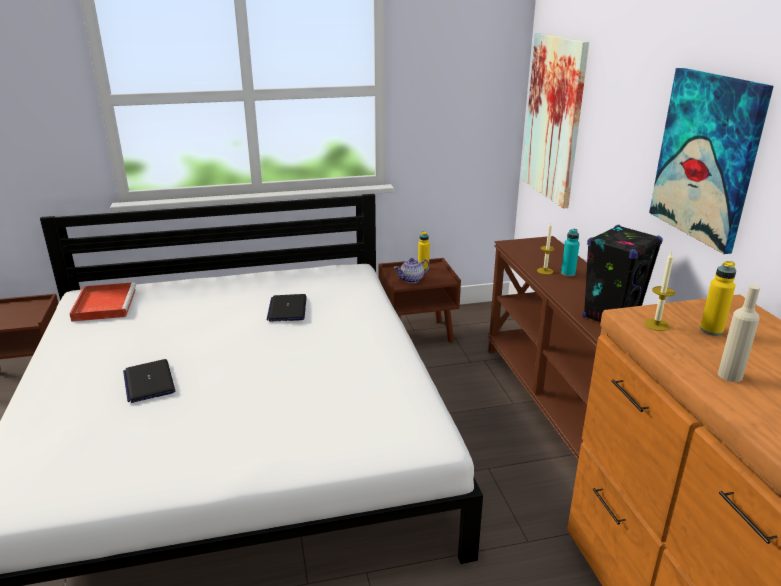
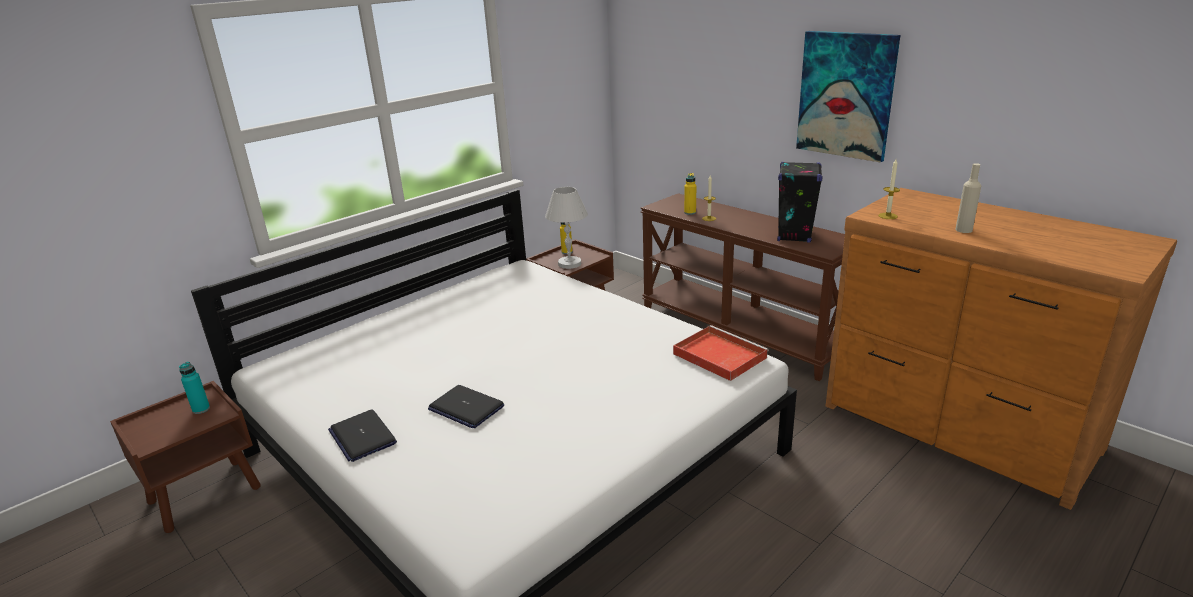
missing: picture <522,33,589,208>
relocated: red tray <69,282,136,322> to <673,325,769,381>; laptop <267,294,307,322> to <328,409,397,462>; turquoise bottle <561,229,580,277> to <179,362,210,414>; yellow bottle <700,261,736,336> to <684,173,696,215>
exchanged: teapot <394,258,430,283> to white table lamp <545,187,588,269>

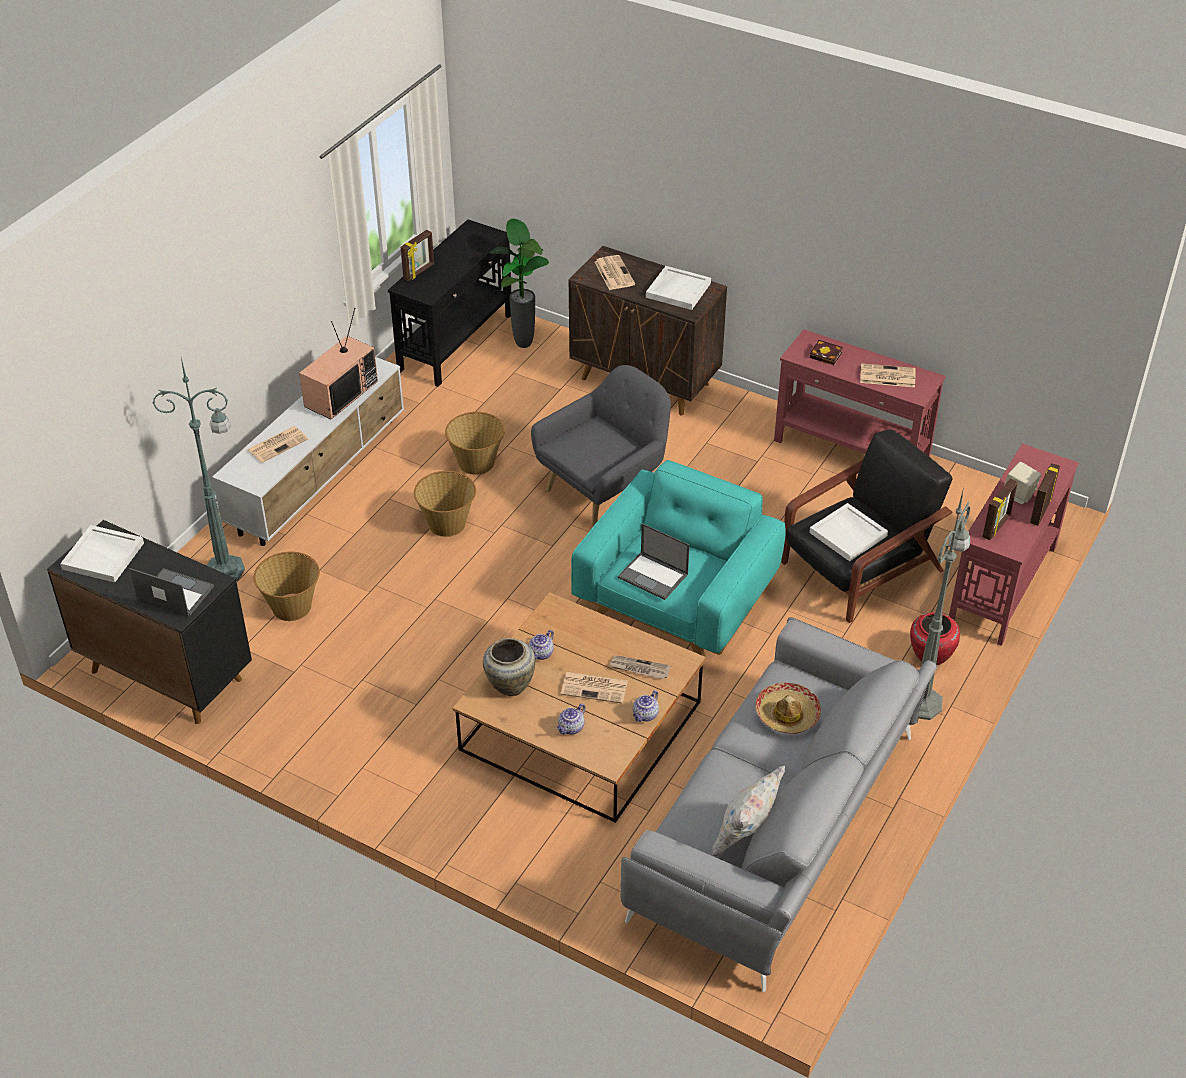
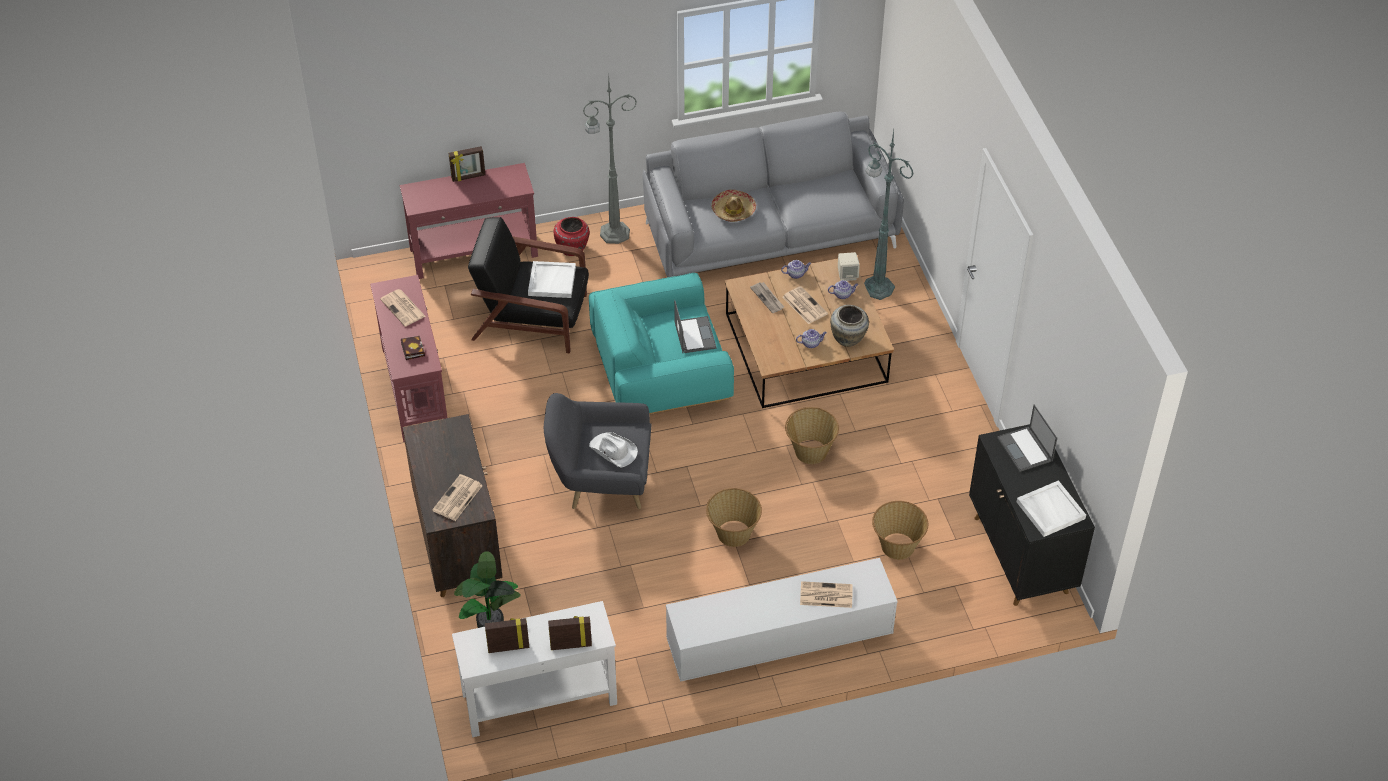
missing: television <299,308,378,419>; white tray <646,266,711,310>; white pillow <712,766,785,856>
appeared: white hat <589,432,638,468>
relocated: green floor lamp <153,358,245,581> to <864,130,914,300>; basket <445,412,505,475> to <785,407,839,464>; picture frame <982,479,1018,540> to <485,618,530,653>; beige speaker <1004,462,1041,504> to <838,252,860,281>
colour: black console table <388,219,511,387> to white console table <452,601,617,737>

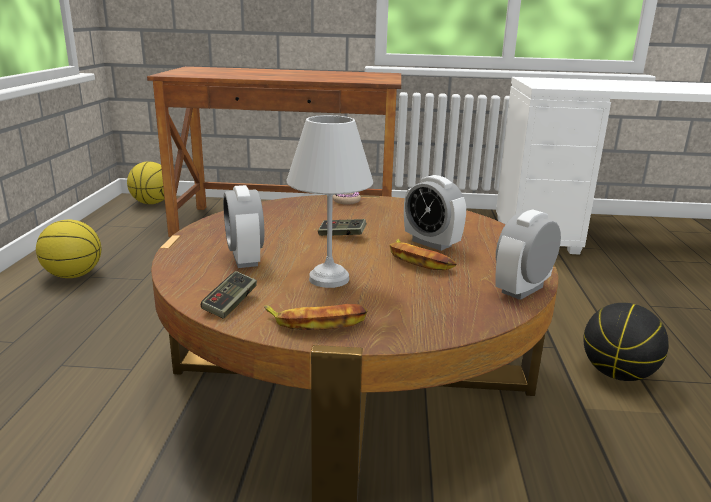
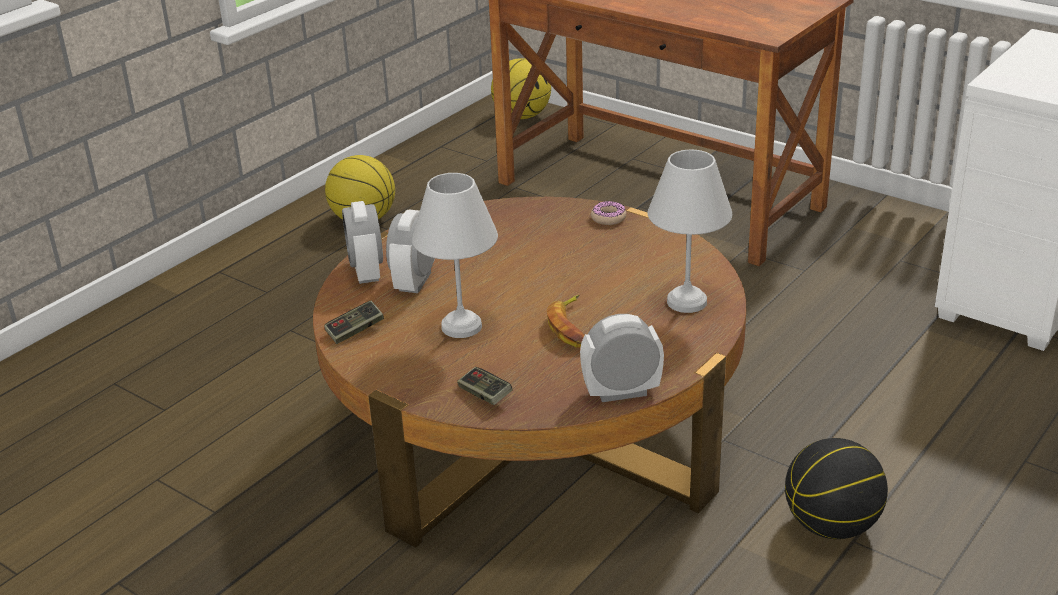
missing: banana <264,304,368,330>
appeared: white table lamp <648,150,732,313>
relocated: game controller <318,219,367,236> to <457,367,513,405>; alarm clock <404,175,466,251> to <342,201,383,284>

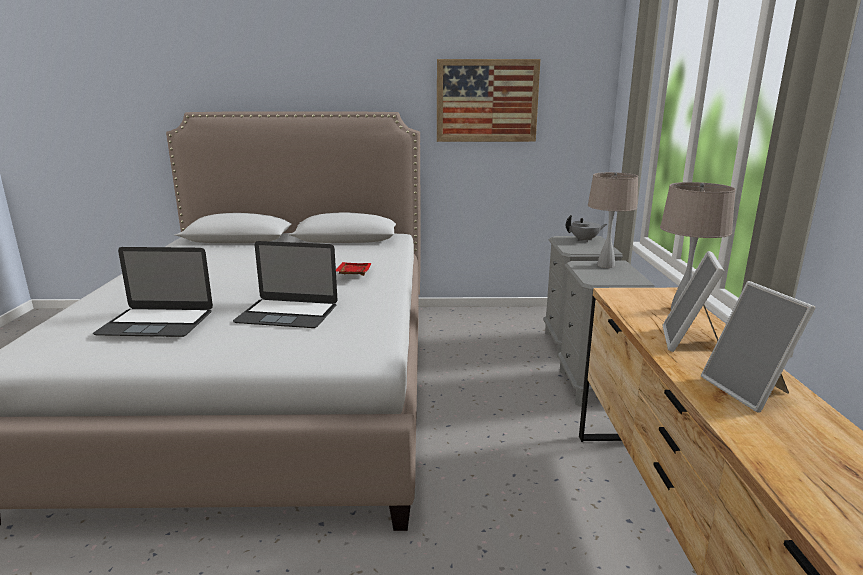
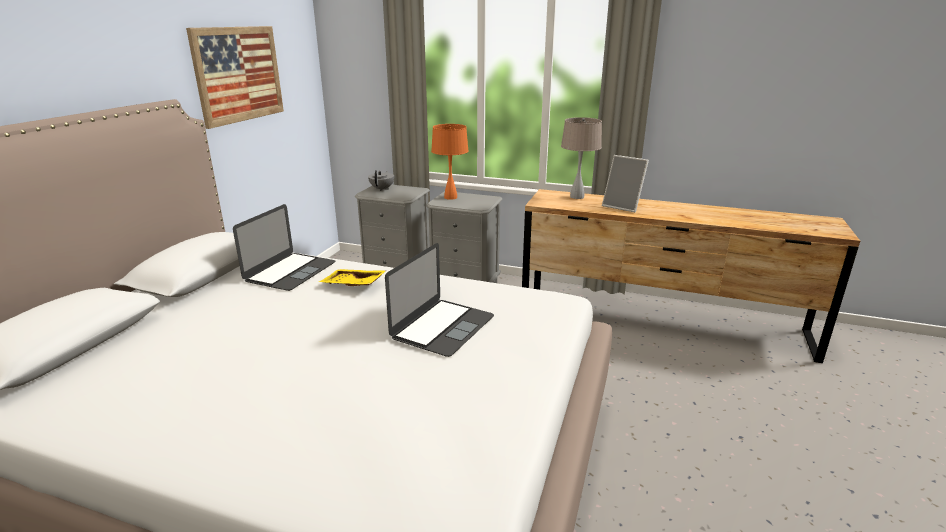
missing: picture frame <701,281,816,413>
relocated: laptop <93,247,213,337> to <233,204,335,291>
colour: red tray <336,262,372,276> to yellow tray <319,269,386,286>; beige table lamp <588,172,638,268> to orange table lamp <431,124,469,200>

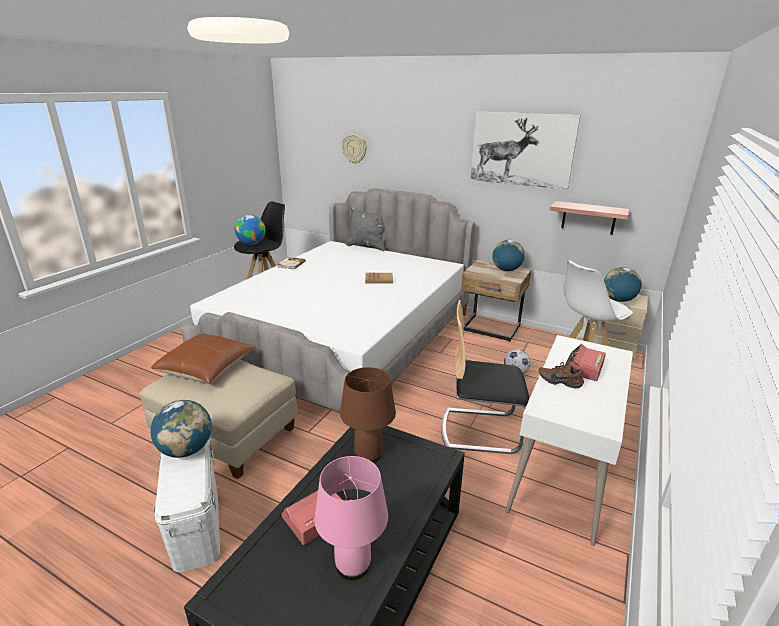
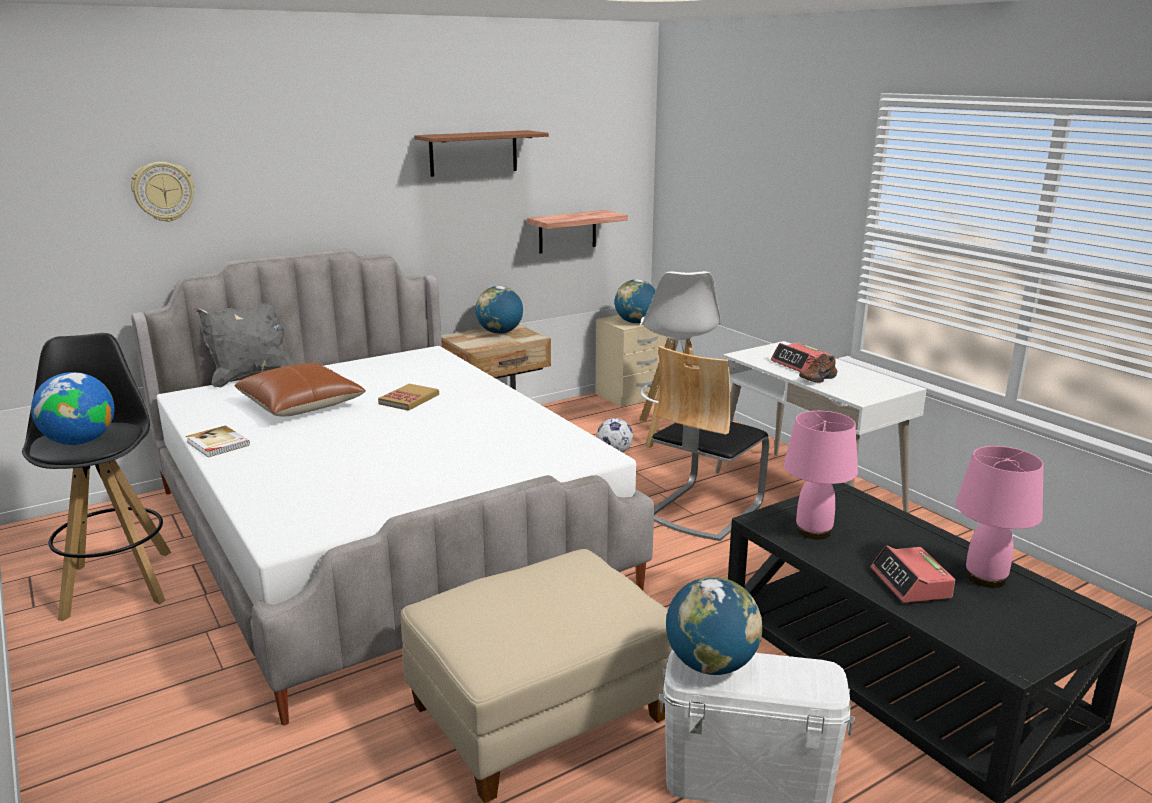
relocated: brown pillow <151,333,256,384> to <234,363,366,416>
exchanged: picture <470,111,581,190> to brown shelf <414,130,549,177>
colour: brown table lamp <340,367,396,463> to pink table lamp <784,411,858,539>

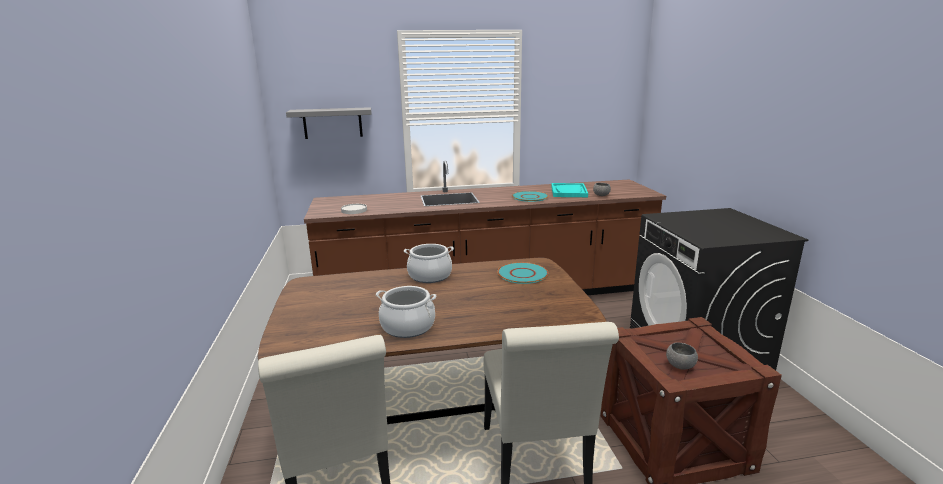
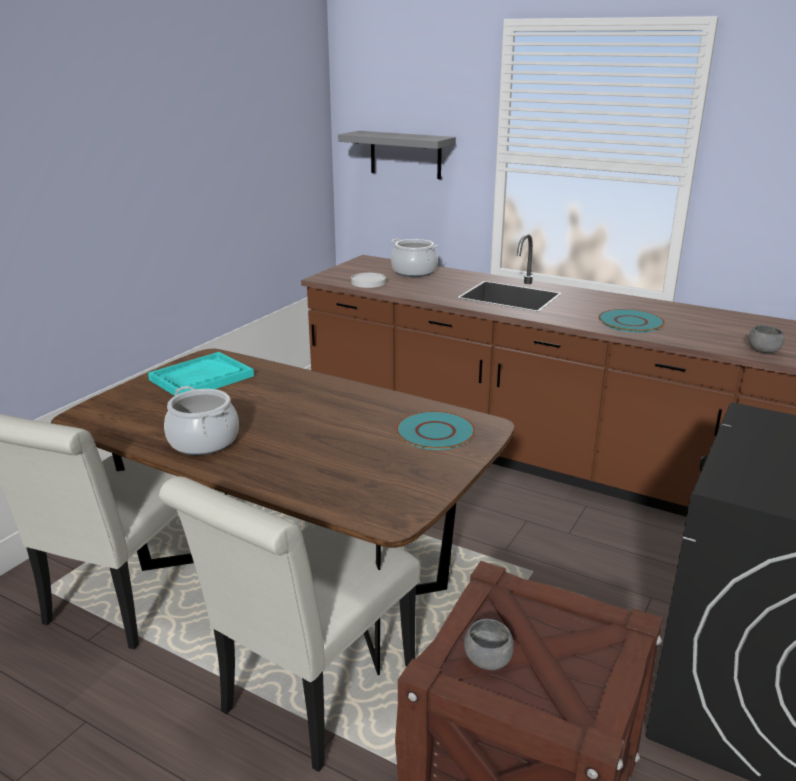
relocated: cooking pot <404,244,454,283> to <391,239,438,277>; turquoise tray <551,183,588,197> to <148,352,254,396>

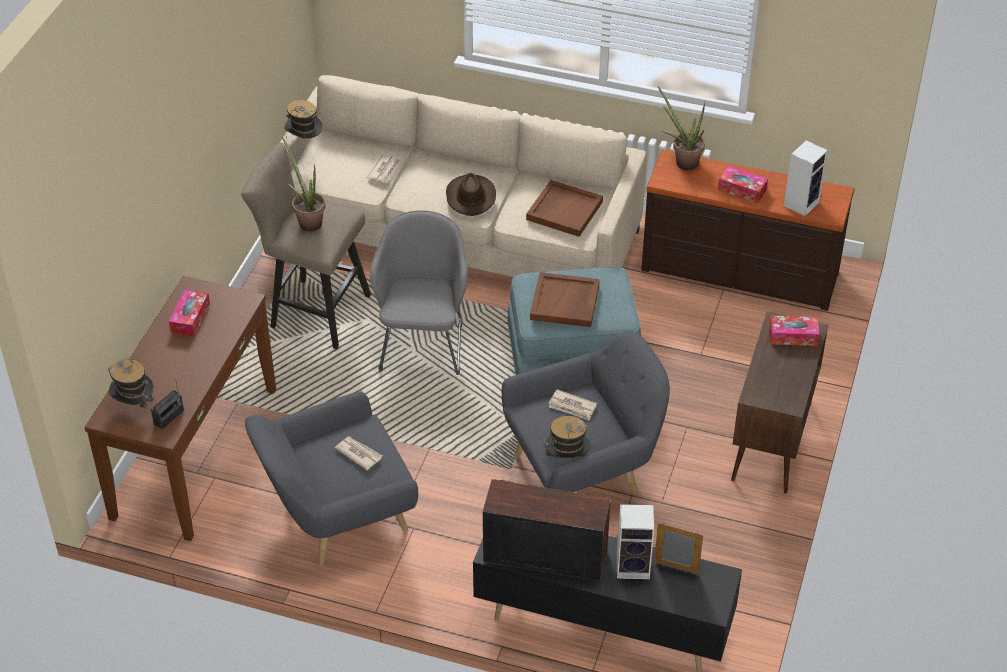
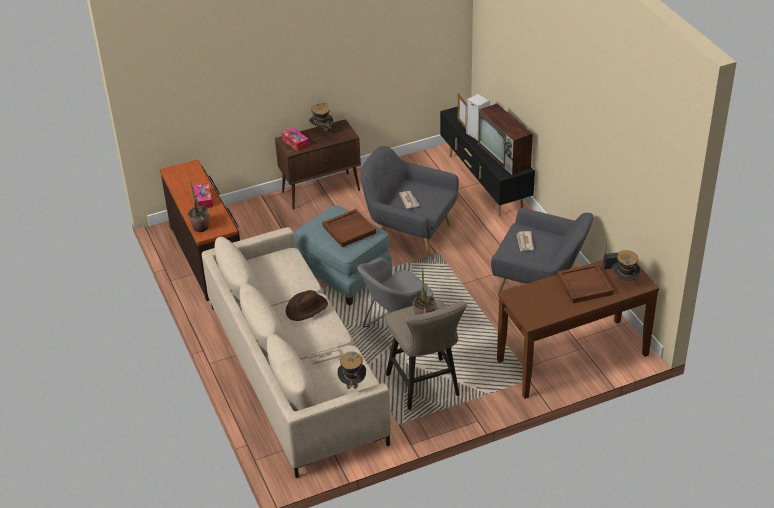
missing: tissue box <169,289,210,337>; speaker <784,140,828,216>
relocated: brown tray <526,180,603,237> to <557,263,614,303>; hat <543,416,591,466> to <309,103,333,132>

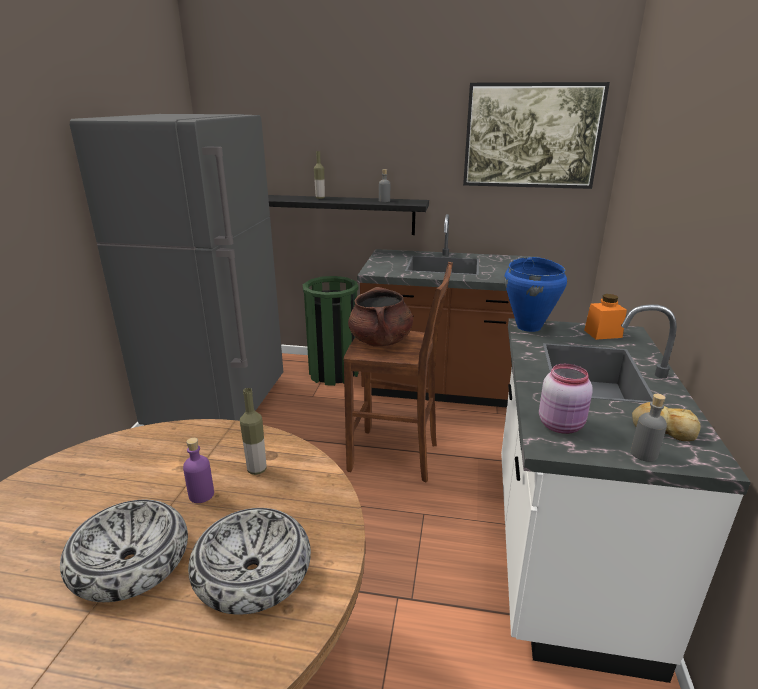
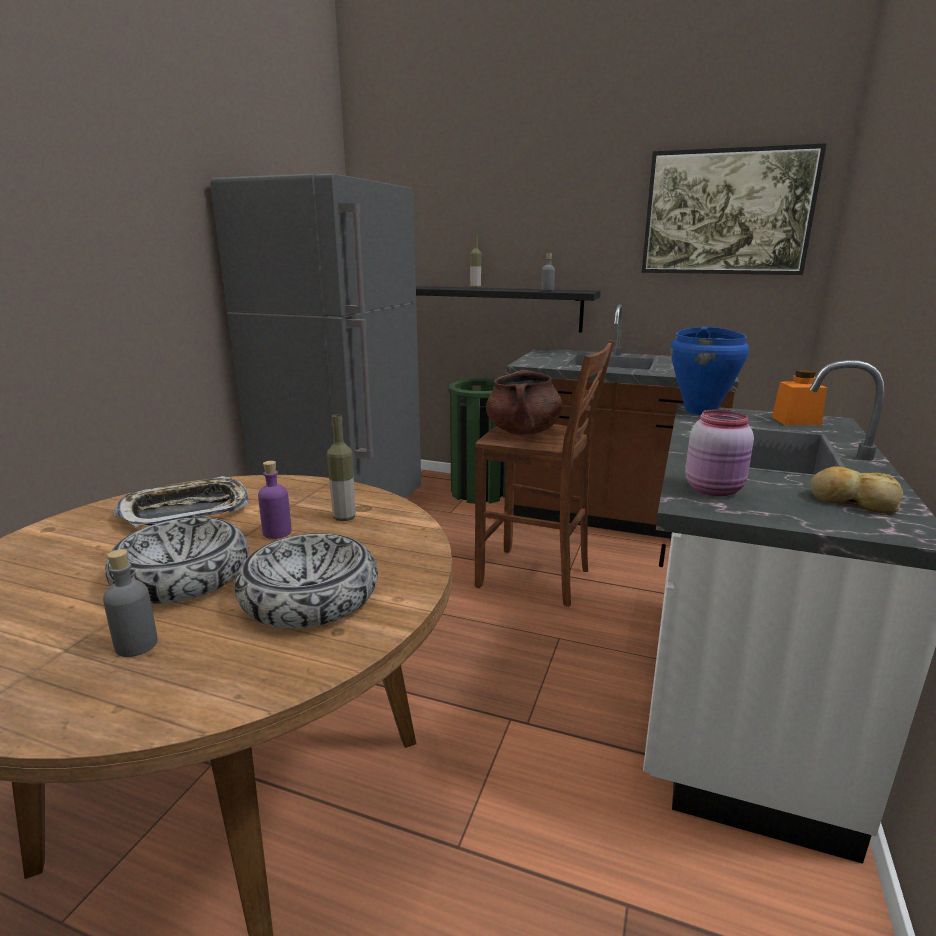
appeared: tray <114,476,248,528>
relocated: grey bottle <631,394,667,462> to <103,549,158,657>

